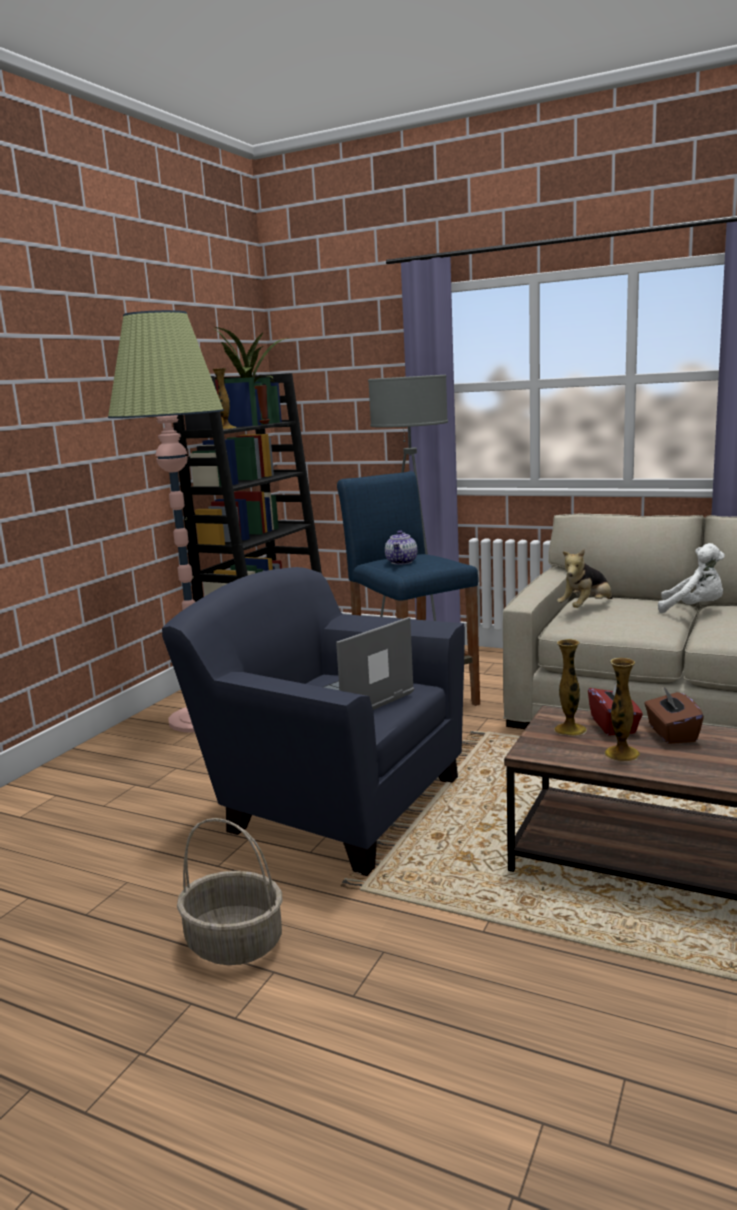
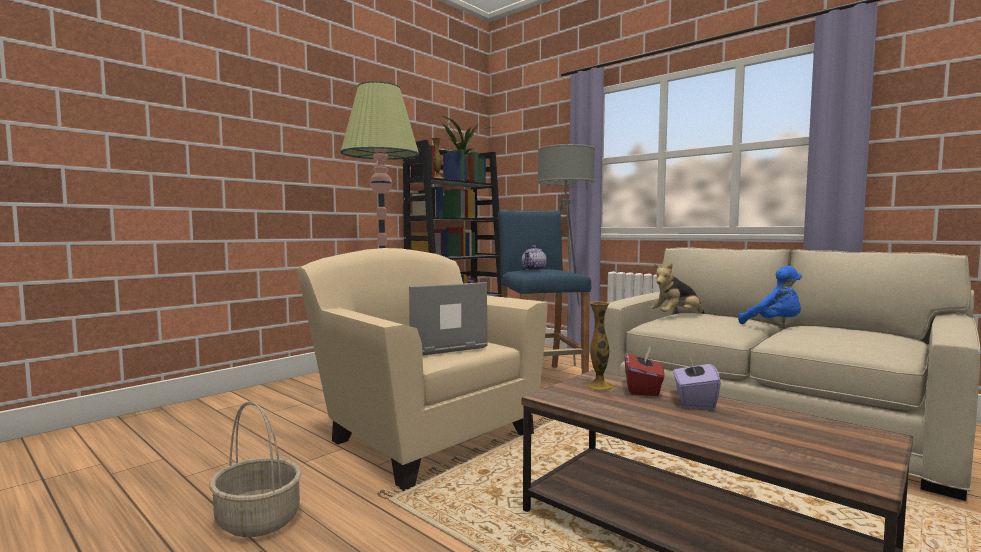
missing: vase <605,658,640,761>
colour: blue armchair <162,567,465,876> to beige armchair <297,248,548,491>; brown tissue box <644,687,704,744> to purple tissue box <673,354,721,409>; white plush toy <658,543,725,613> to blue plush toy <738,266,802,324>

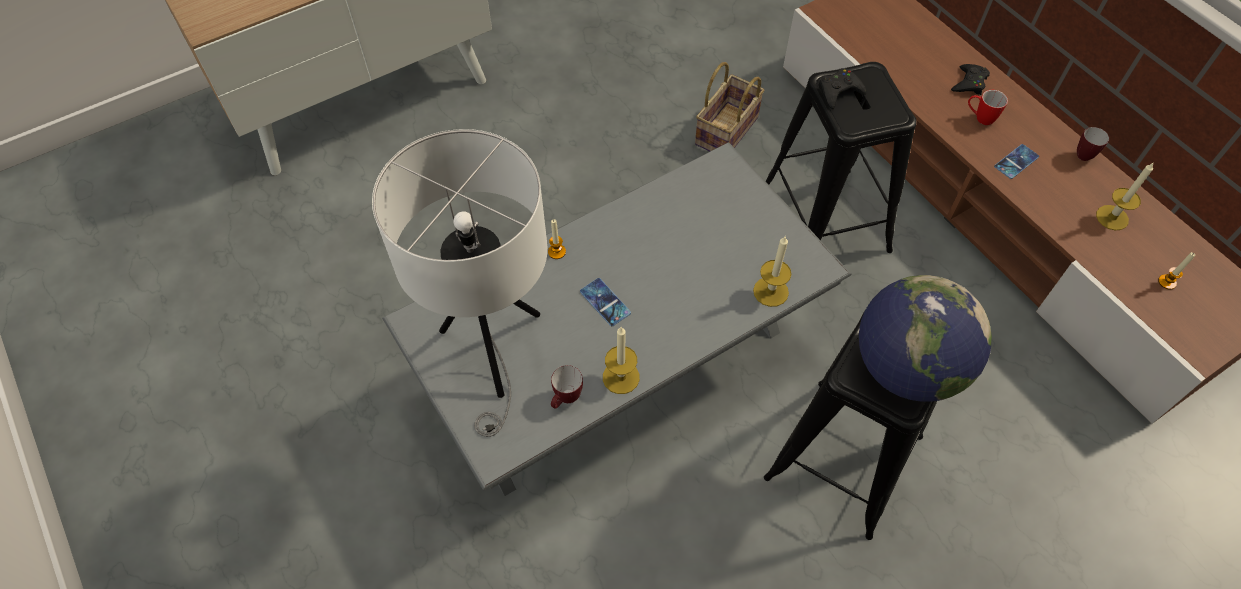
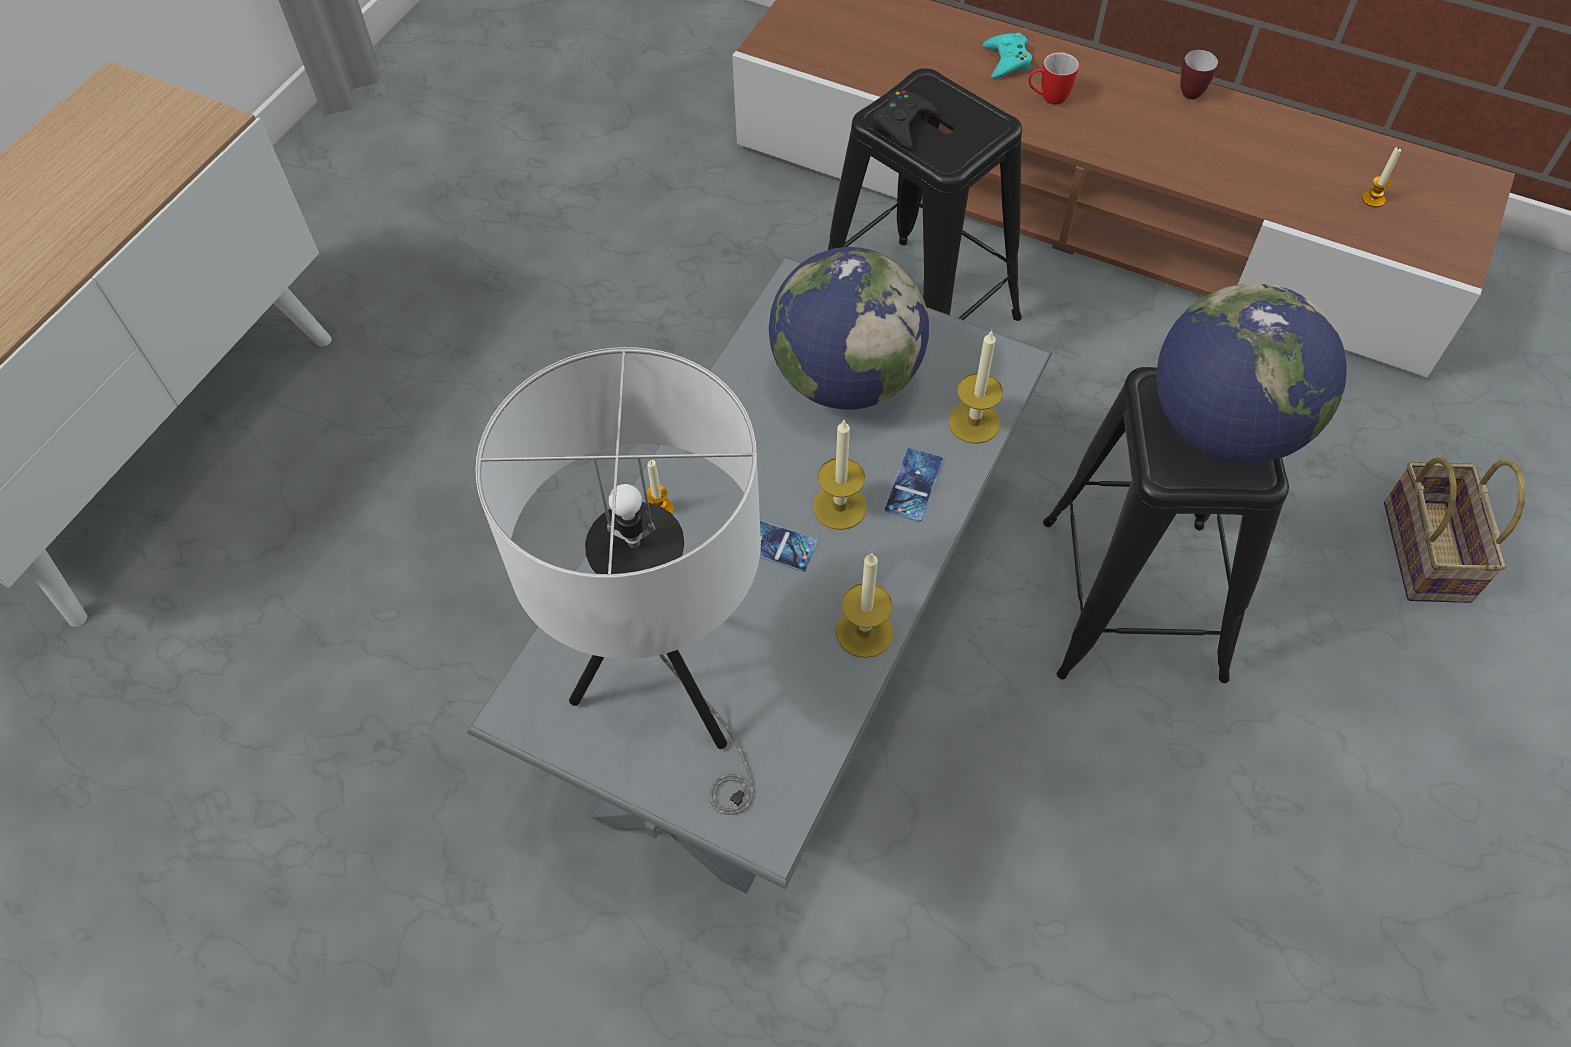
missing: mug <551,365,583,409>
appeared: globe <769,247,929,410>
relocated: basket <695,62,764,152> to <1384,457,1526,603>; phone <994,144,1039,179> to <884,448,943,522>; candle <1096,162,1154,230> to <813,420,867,530>
colour: black game controller <951,64,990,95> to turquoise game controller <983,33,1032,79>

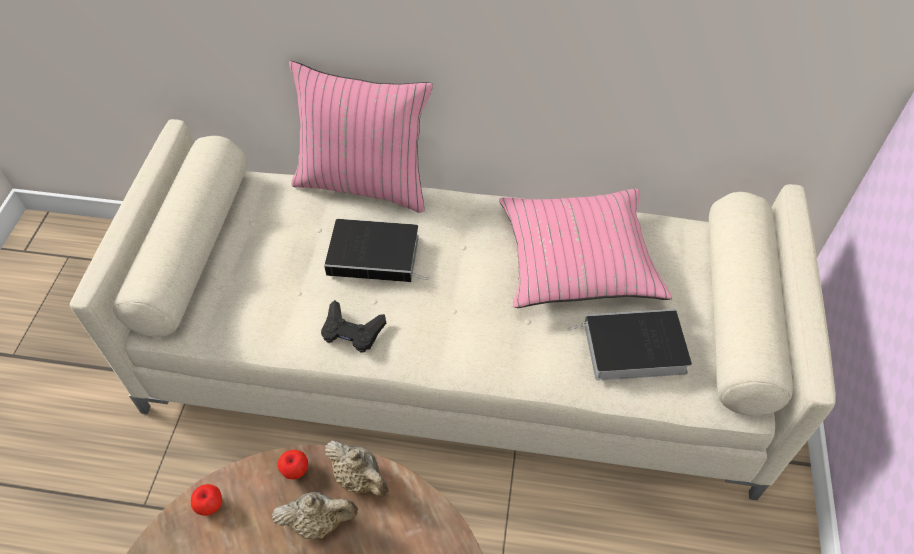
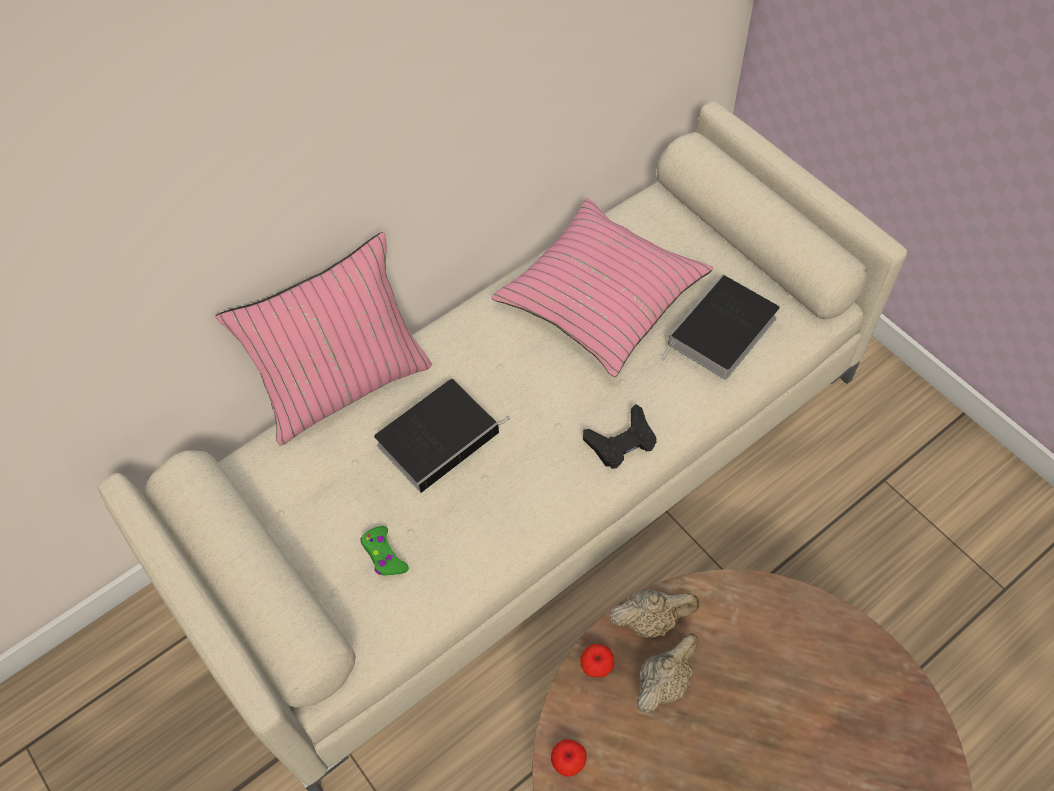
appeared: green game controller <361,526,409,575>
relocated: black game controller <321,300,386,352> to <583,404,657,469>

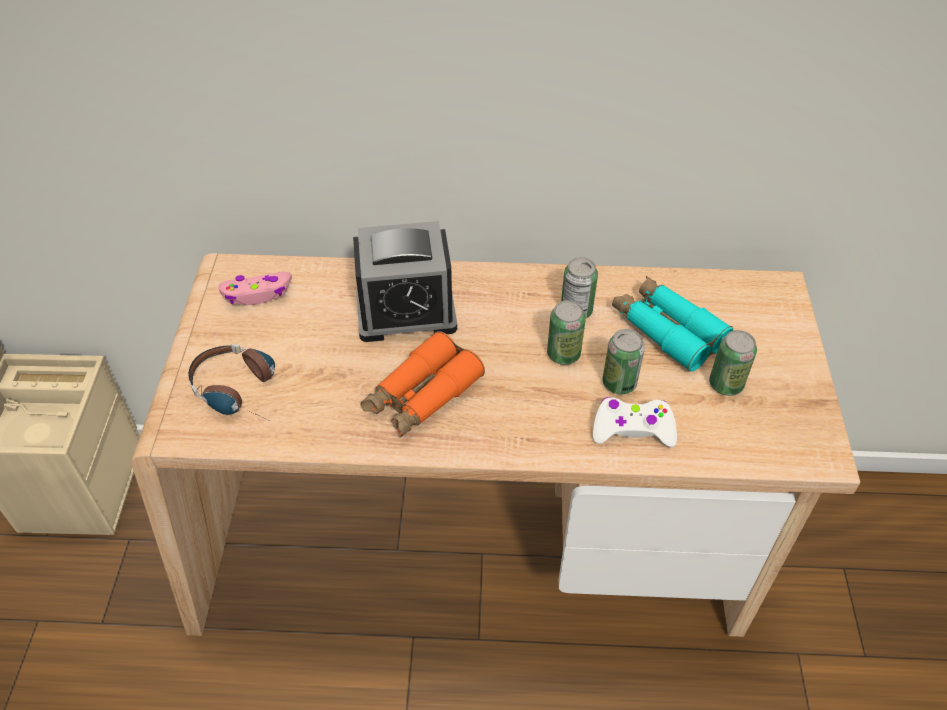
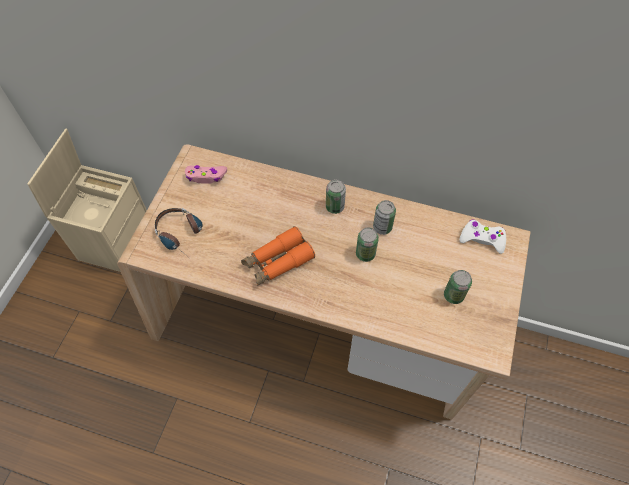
missing: alarm clock <353,221,457,342>; turquoise binoculars <612,276,734,371>
relocated: white game controller <593,397,677,447> to <459,220,506,254>; can <602,329,645,394> to <326,179,346,214>

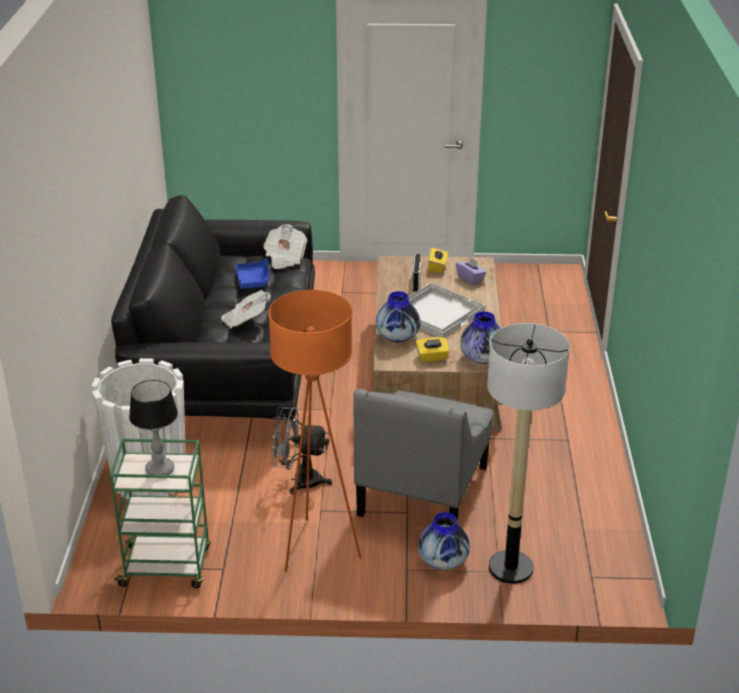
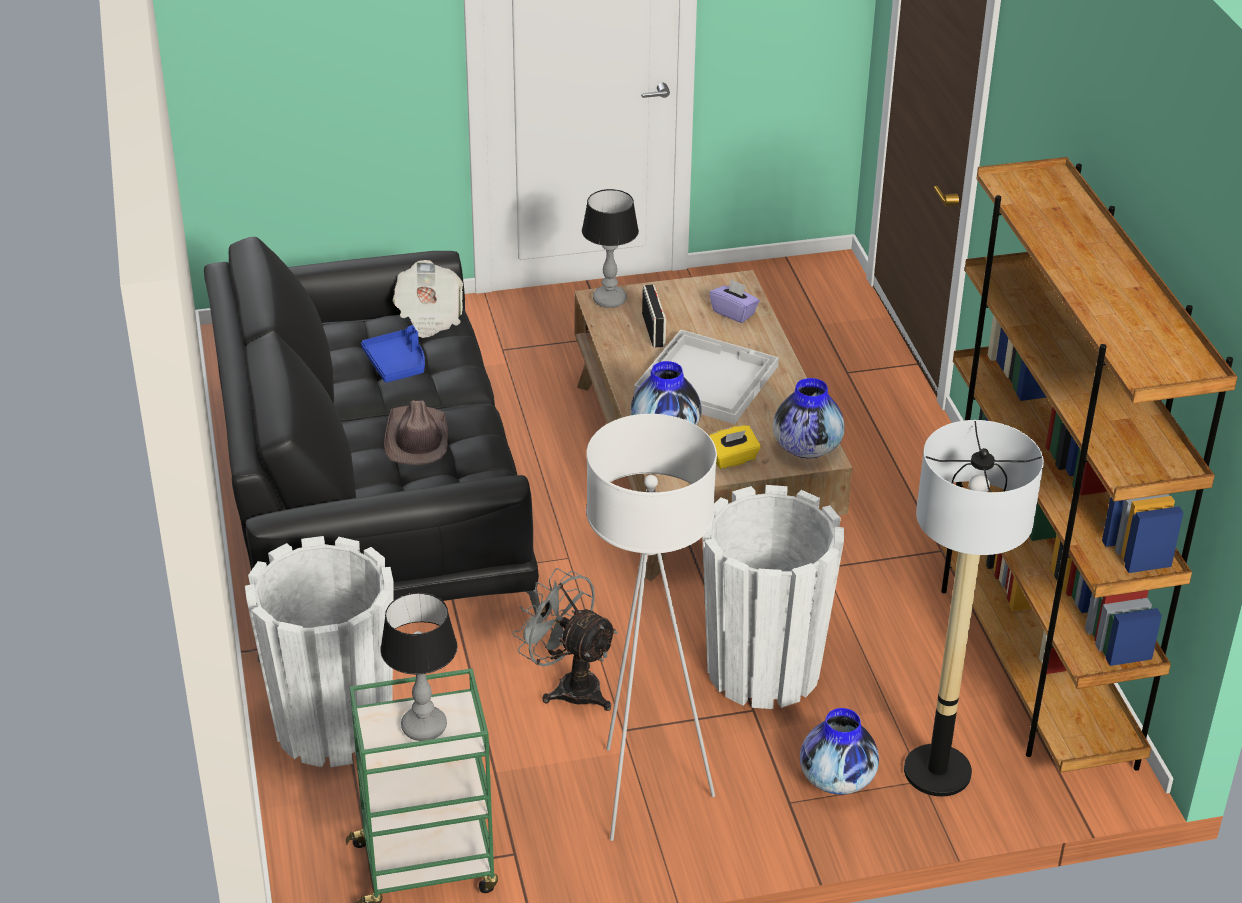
missing: yellow tissue box <428,248,448,273>
appeared: table lamp <582,189,639,308>; brown bookcase <940,157,1237,773>
exchanged: newspaper <221,290,271,329> to brown hat <384,400,448,465>; grey armchair <353,389,493,524> to white planter <702,485,844,709>
colour: orange floor lamp <268,290,361,572> to white floor lamp <586,414,717,841>
spun: grey fan <270,407,332,494> = <513,568,618,711> 45 degrees clockwise

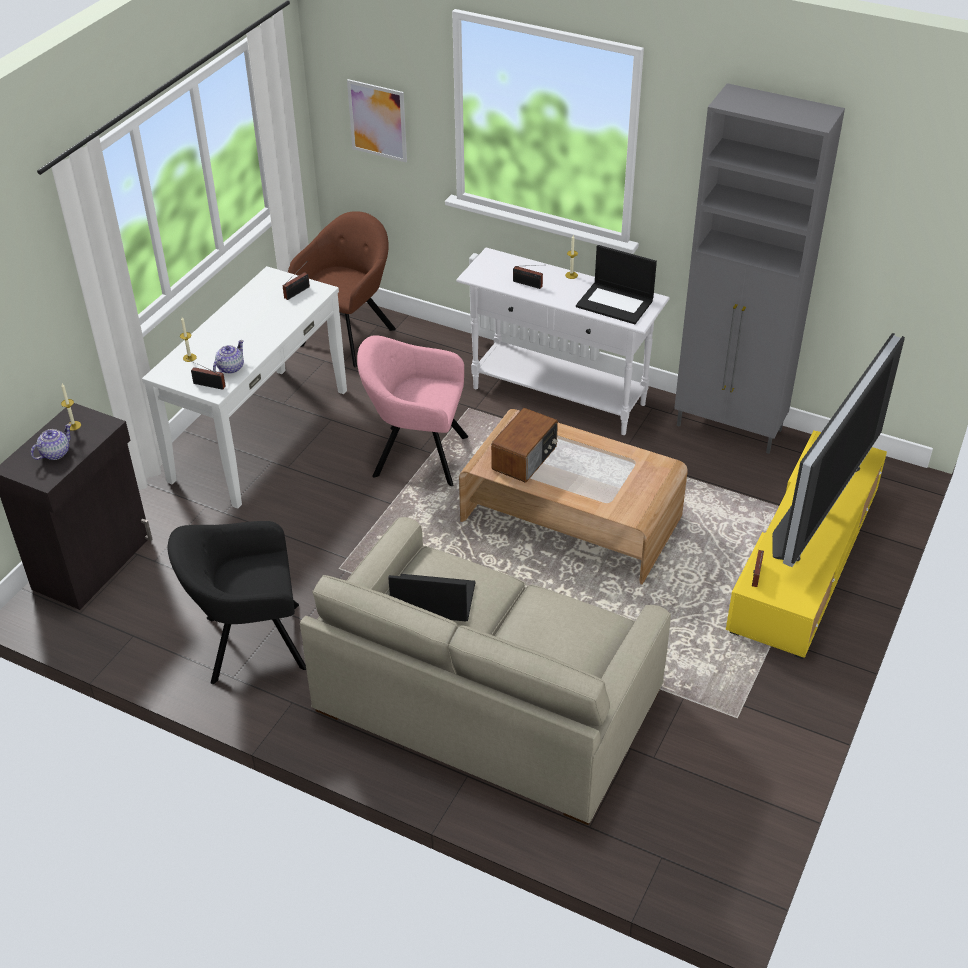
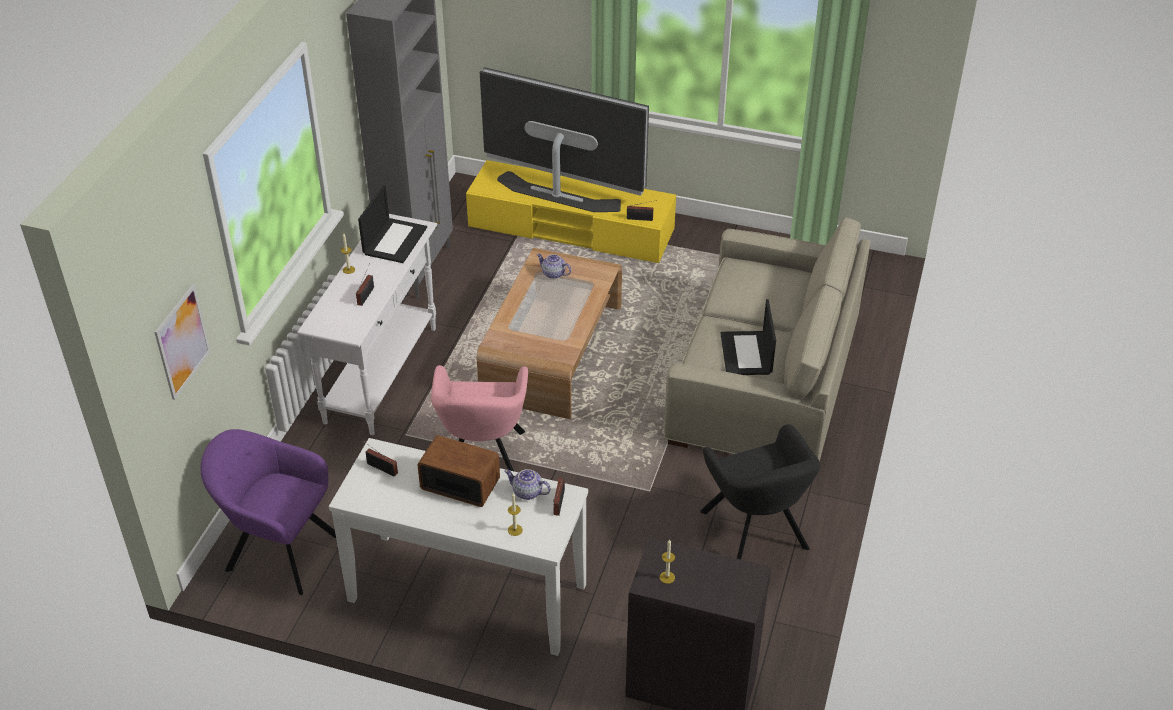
relocated: teapot <31,423,72,460> to <536,253,571,279>; radio <491,408,558,483> to <417,435,500,507>
colour: brown armchair <288,211,396,367> to purple armchair <201,429,336,595>

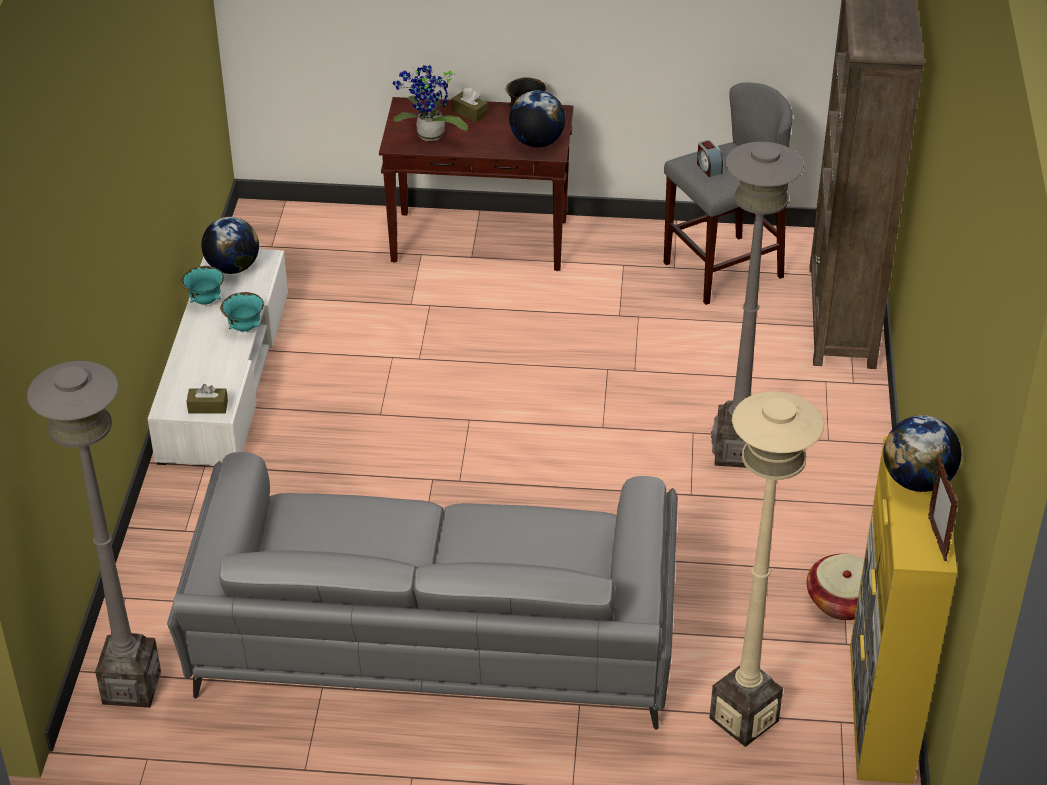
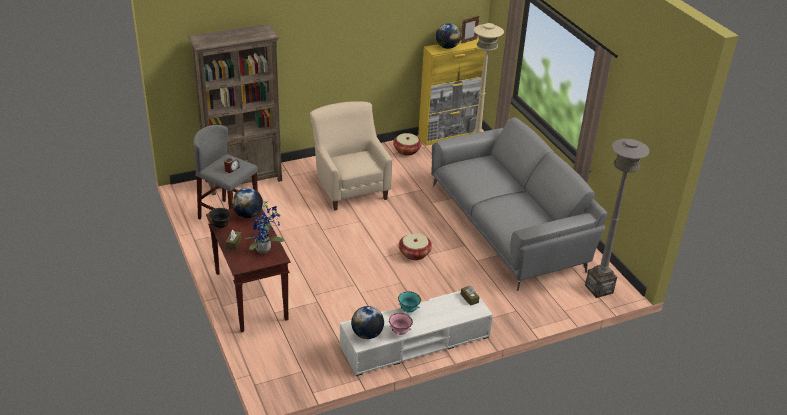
appeared: basket <399,233,432,260>
exchanged: grey floor lamp <711,142,804,468> to beige armchair <310,101,392,211>
colour: turquoise bowl <181,266,224,305> to pink bowl <389,313,413,335>

